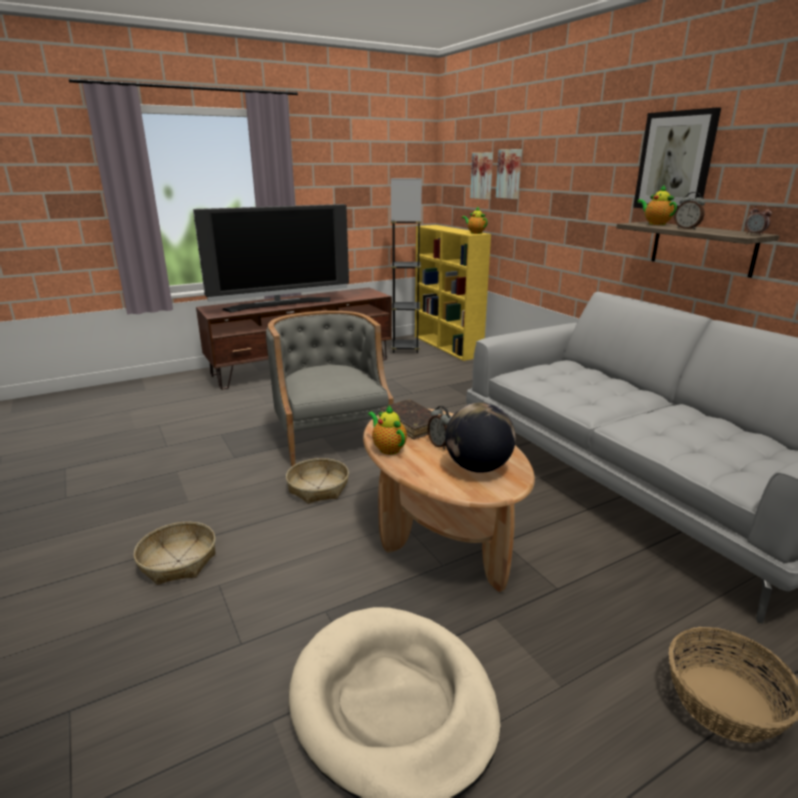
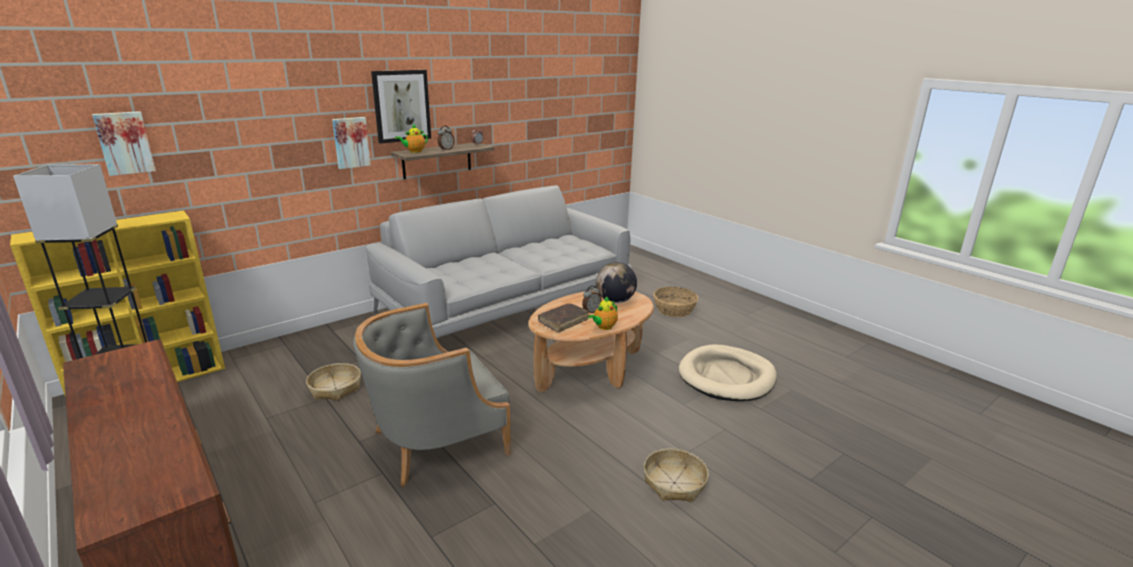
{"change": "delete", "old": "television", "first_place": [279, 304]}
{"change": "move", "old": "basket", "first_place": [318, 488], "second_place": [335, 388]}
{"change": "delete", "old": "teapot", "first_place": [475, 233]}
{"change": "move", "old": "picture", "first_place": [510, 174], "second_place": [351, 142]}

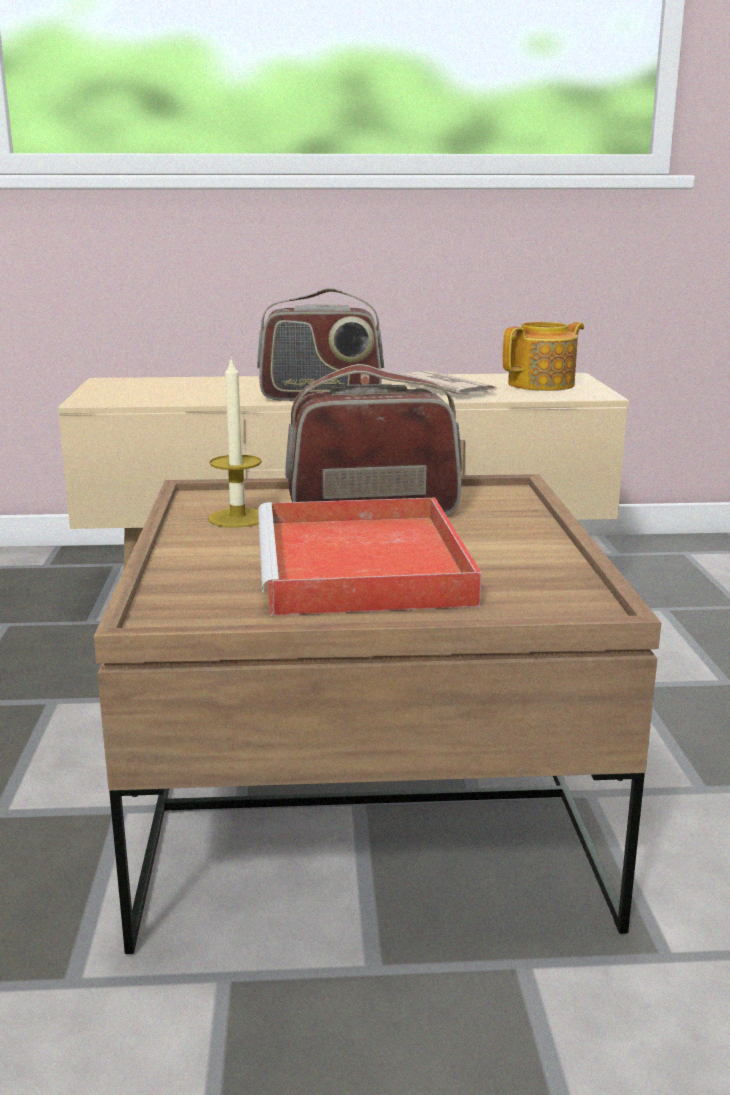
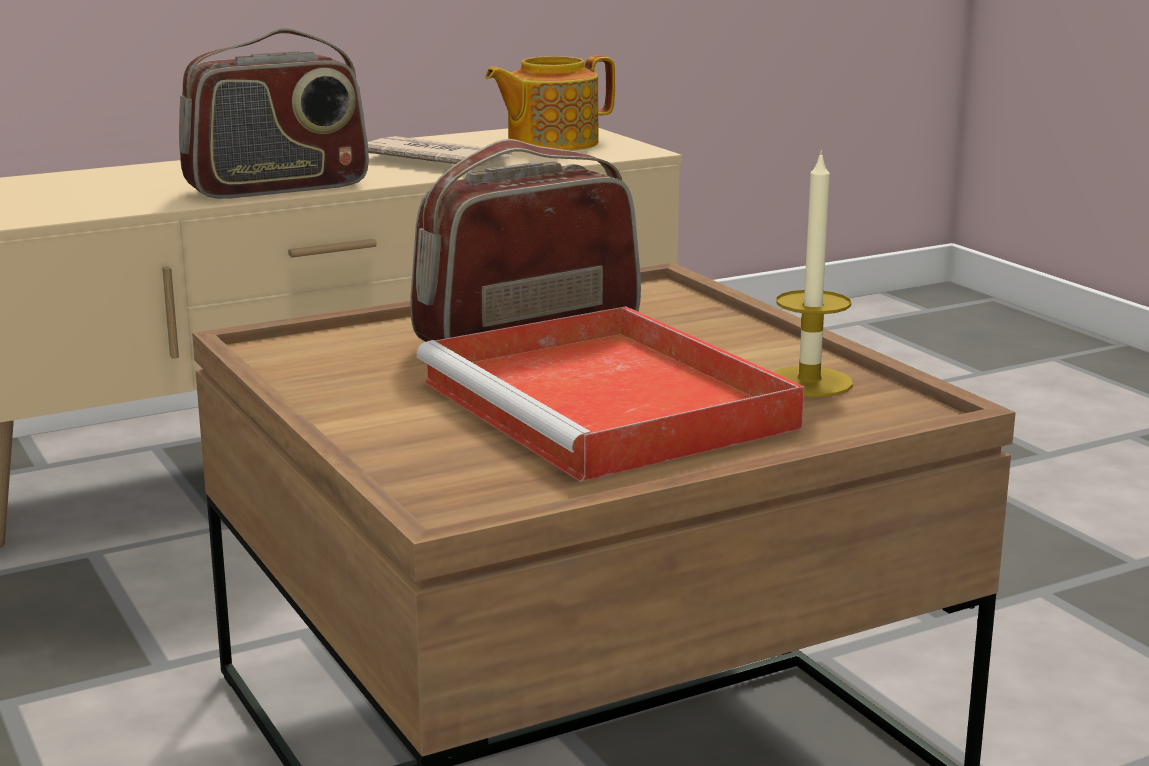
{"change": "move", "old": "candle", "first_place": [238, 518], "second_place": [809, 382]}
{"change": "rotate", "old": "teapot", "first_place": [543, 384], "second_place": [550, 143], "degrees": -150}

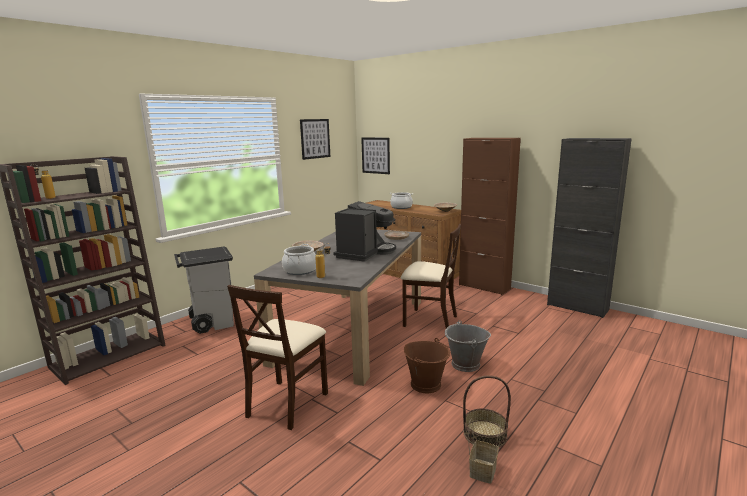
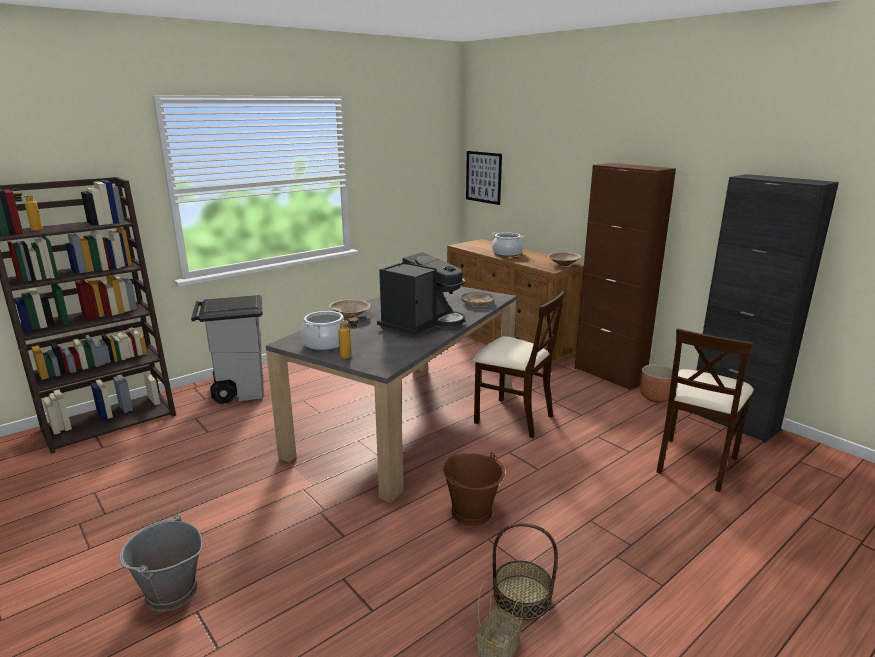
{"change": "move", "old": "beige chair", "first_place": [287, 403], "second_place": [694, 463]}
{"change": "delete", "old": "picture", "first_place": [315, 138]}
{"change": "move", "old": "grey bucket", "first_place": [465, 364], "second_place": [171, 593]}
{"change": "insert", "new": "brown planter", "second_place": [655, 397]}

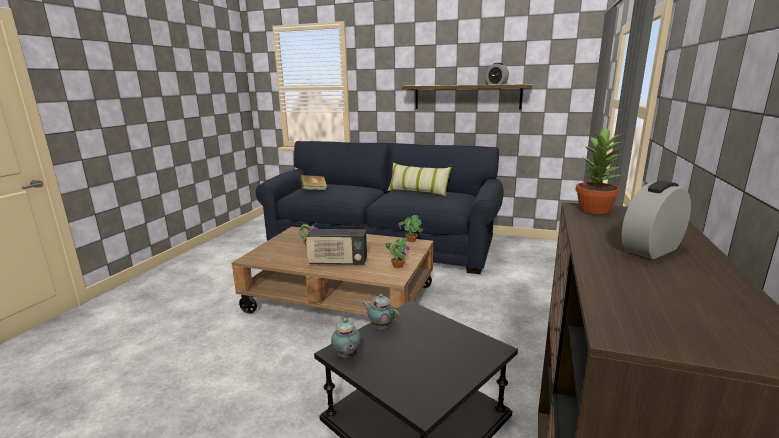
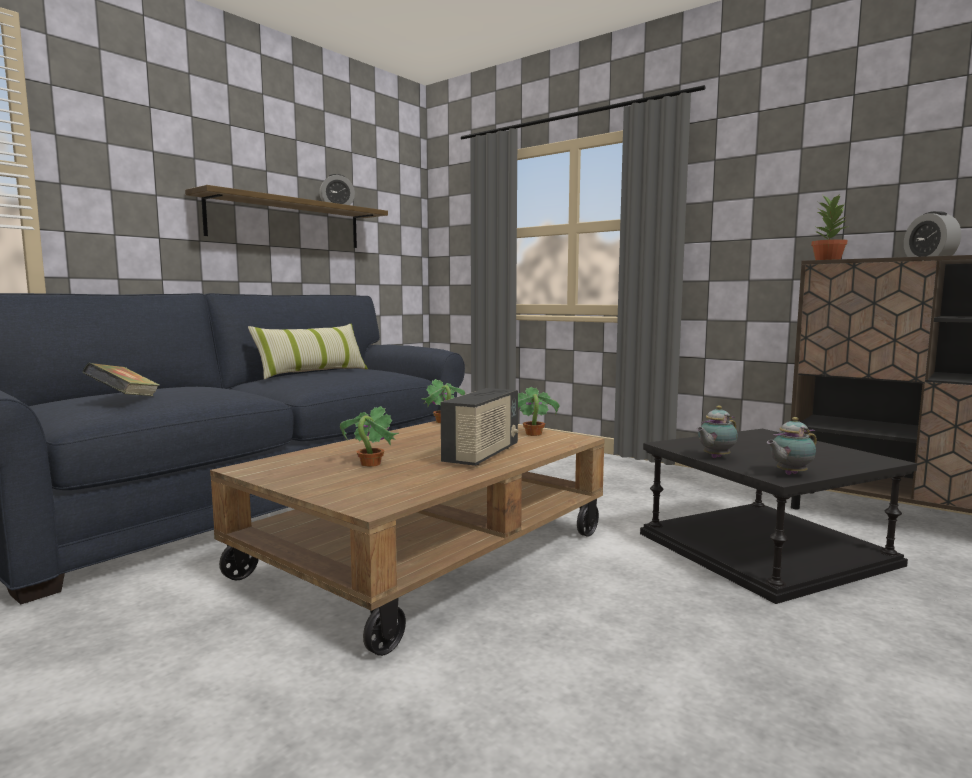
{"change": "rotate", "old": "teapot", "first_place": [347, 356], "second_place": [789, 474], "degrees": 150}

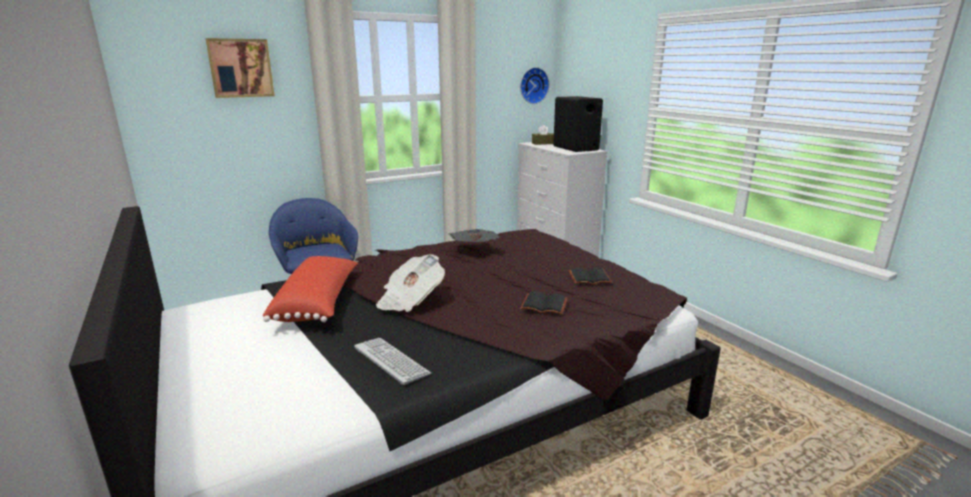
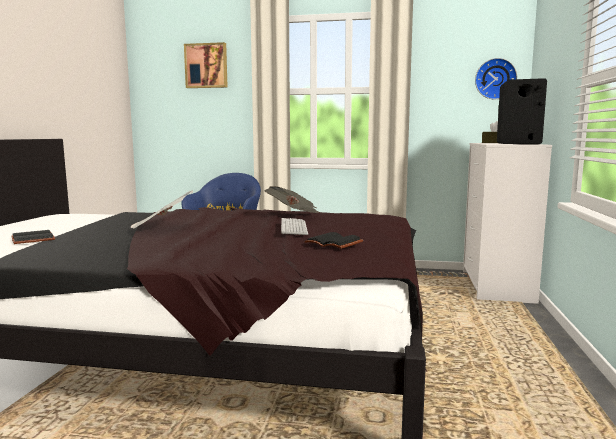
{"change": "delete", "old": "red pillow", "first_place": [319, 303]}
{"change": "move", "old": "keyboard", "first_place": [391, 361], "second_place": [294, 228]}
{"change": "move", "old": "black book", "first_place": [545, 304], "second_place": [34, 239]}

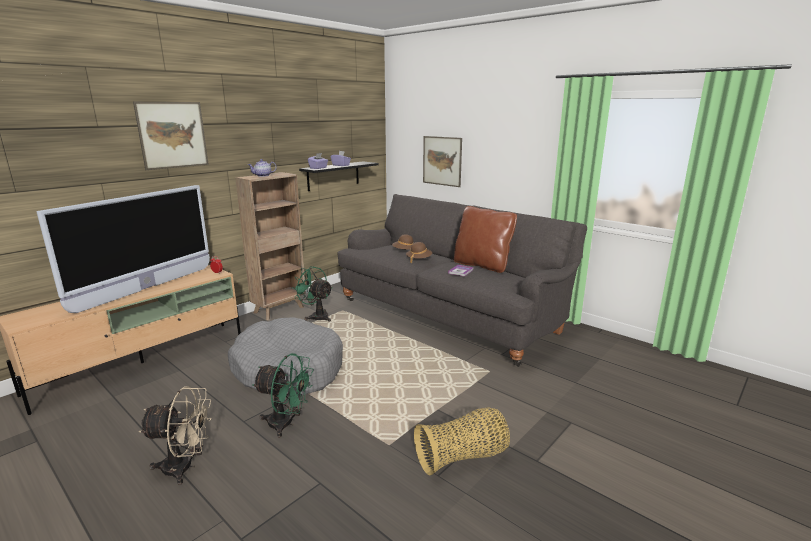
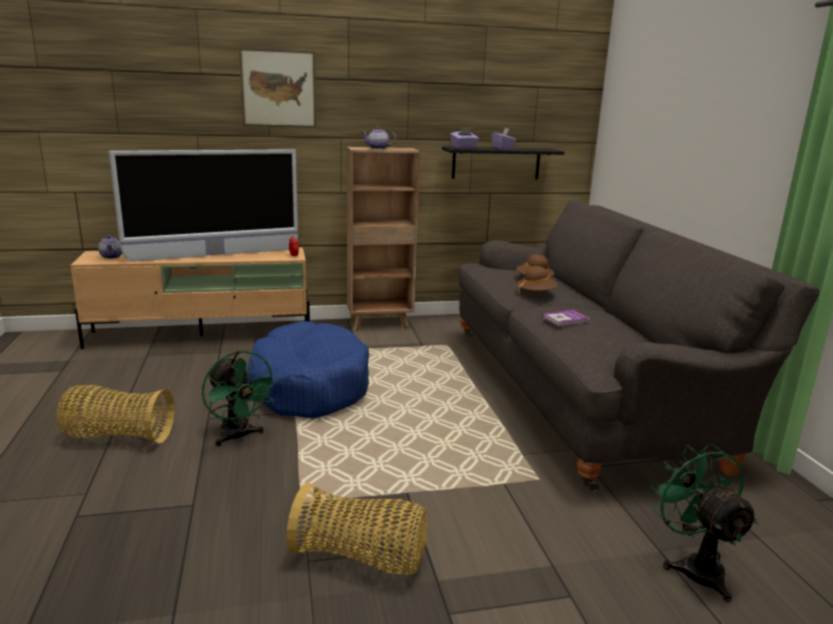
{"change": "replace", "old": "beige fan", "new": "basket", "first_place": [185, 467], "second_place": [118, 436]}
{"change": "recolor", "old": "grey dog bed", "new": "blue dog bed", "first_place": [288, 369], "second_place": [309, 386]}
{"change": "move", "old": "green fan", "first_place": [316, 316], "second_place": [694, 566]}
{"change": "delete", "old": "picture", "first_place": [442, 161]}
{"change": "delete", "old": "brown pillow", "first_place": [482, 265]}
{"change": "insert", "new": "teapot", "second_place": [112, 256]}

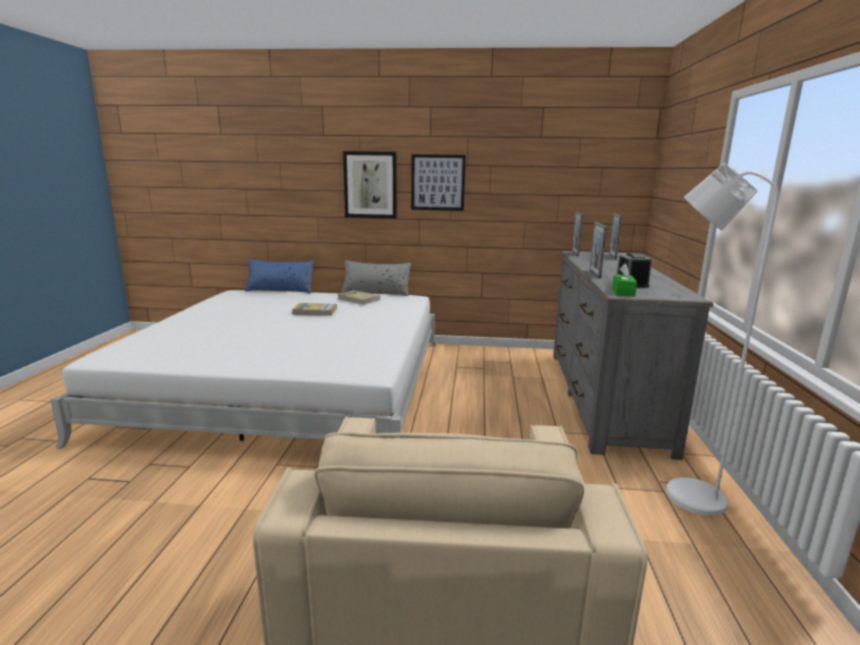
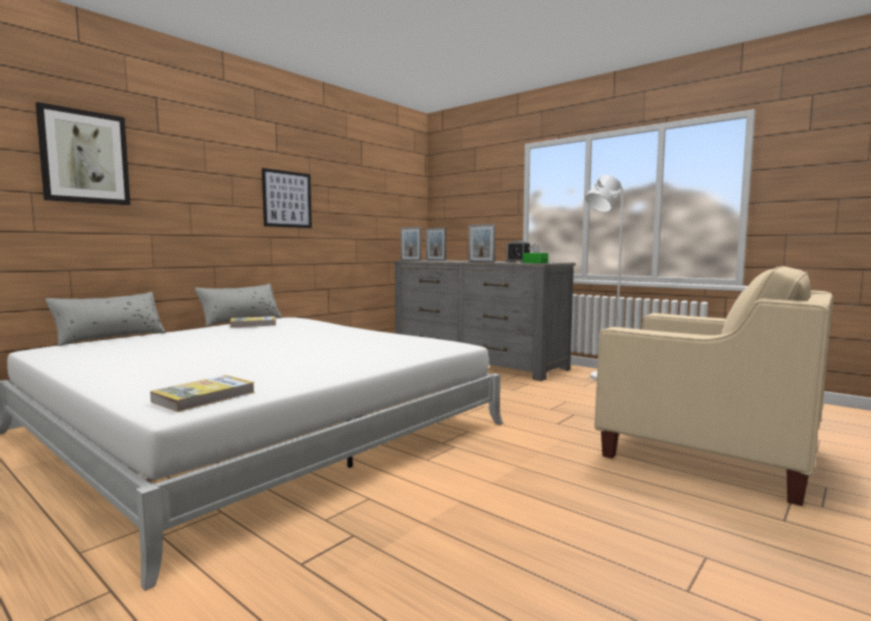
{"change": "recolor", "old": "blue pillow", "new": "grey pillow", "first_place": [280, 290], "second_place": [110, 337]}
{"change": "move", "old": "book", "first_place": [315, 311], "second_place": [204, 397]}
{"change": "move", "old": "picture", "first_place": [370, 185], "second_place": [85, 157]}

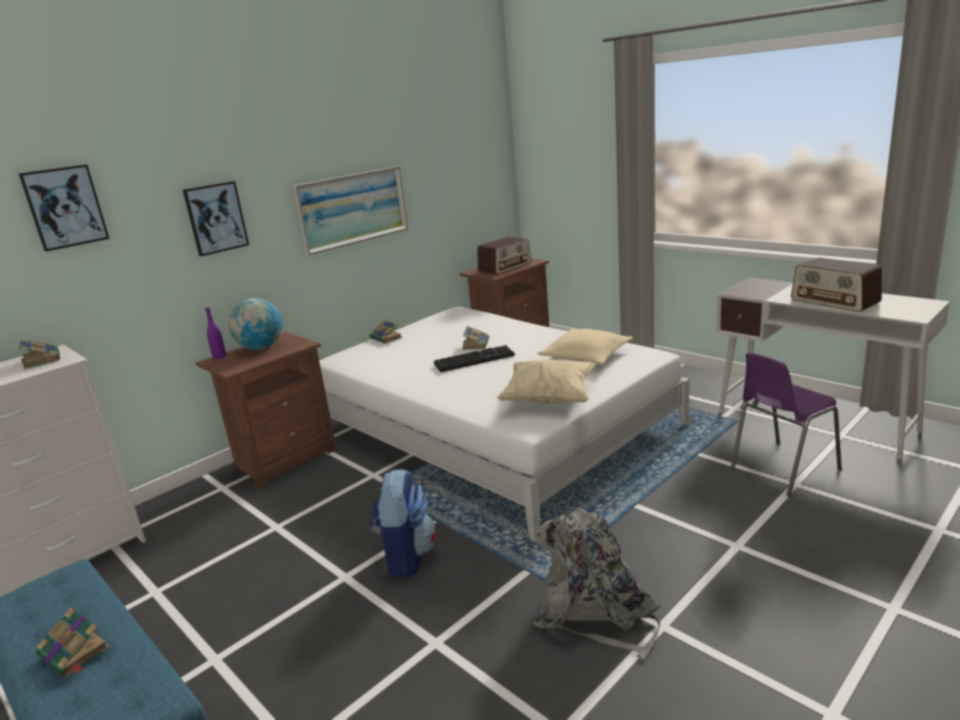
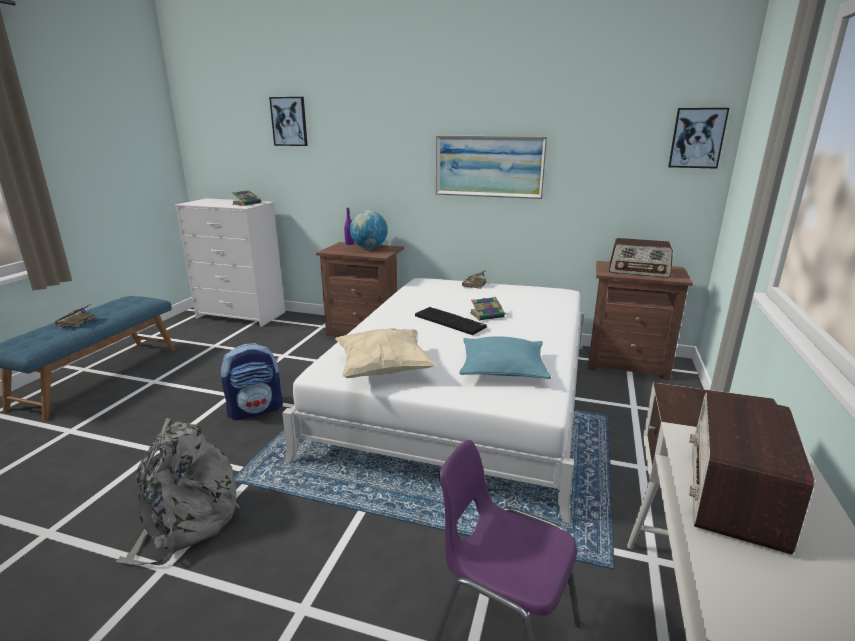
{"change": "move", "old": "picture", "first_place": [216, 218], "second_place": [697, 138]}
{"change": "recolor", "old": "beige pillow", "new": "turquoise pillow", "first_place": [586, 356], "second_place": [503, 368]}

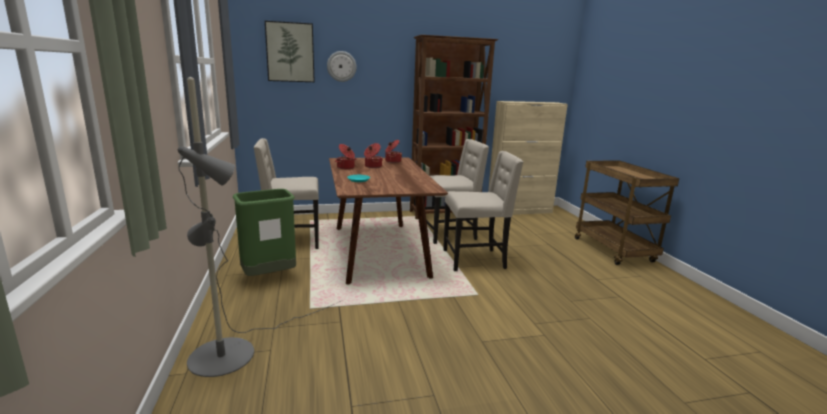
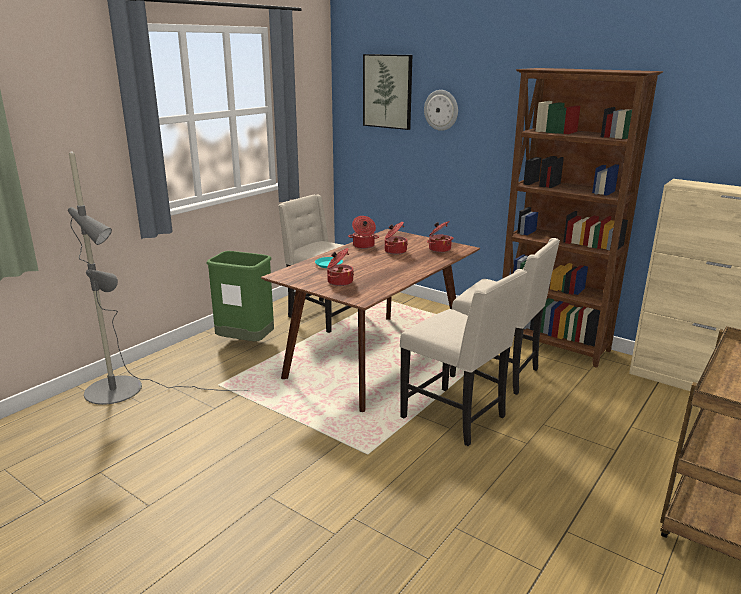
{"change": "insert", "new": "cooking pot", "second_place": [339, 282]}

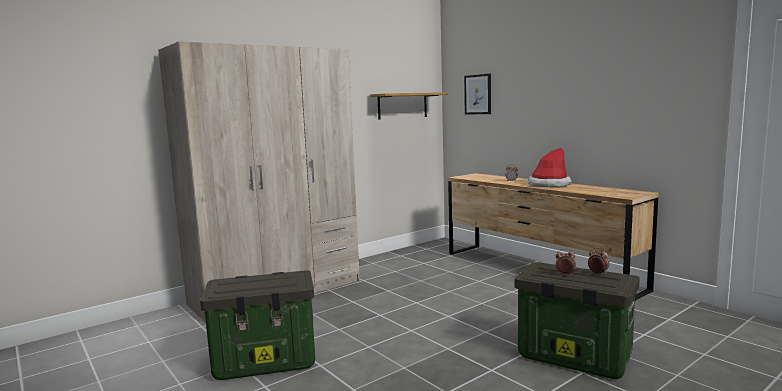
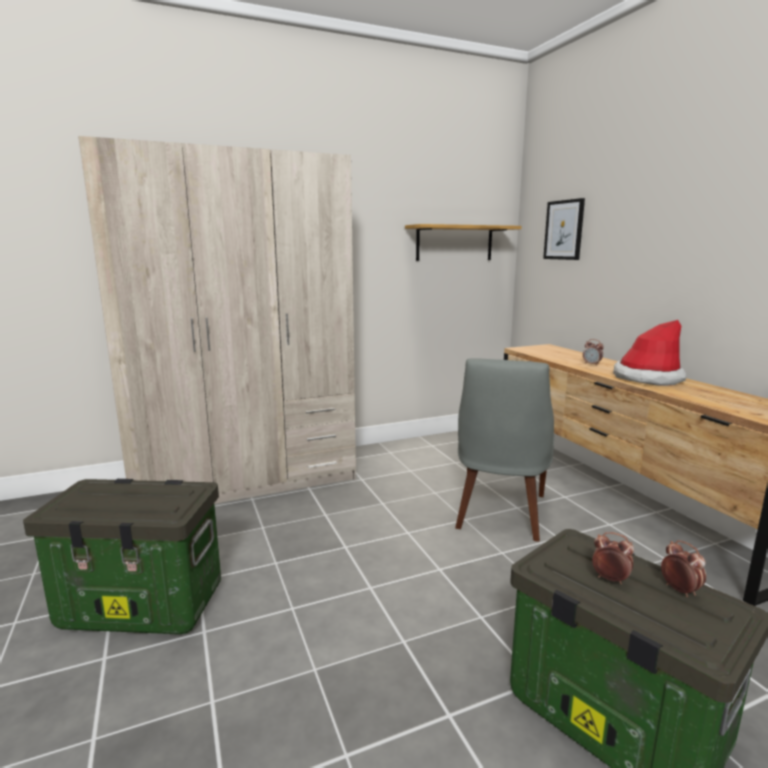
{"change": "insert", "new": "grey chair", "second_place": [499, 513]}

